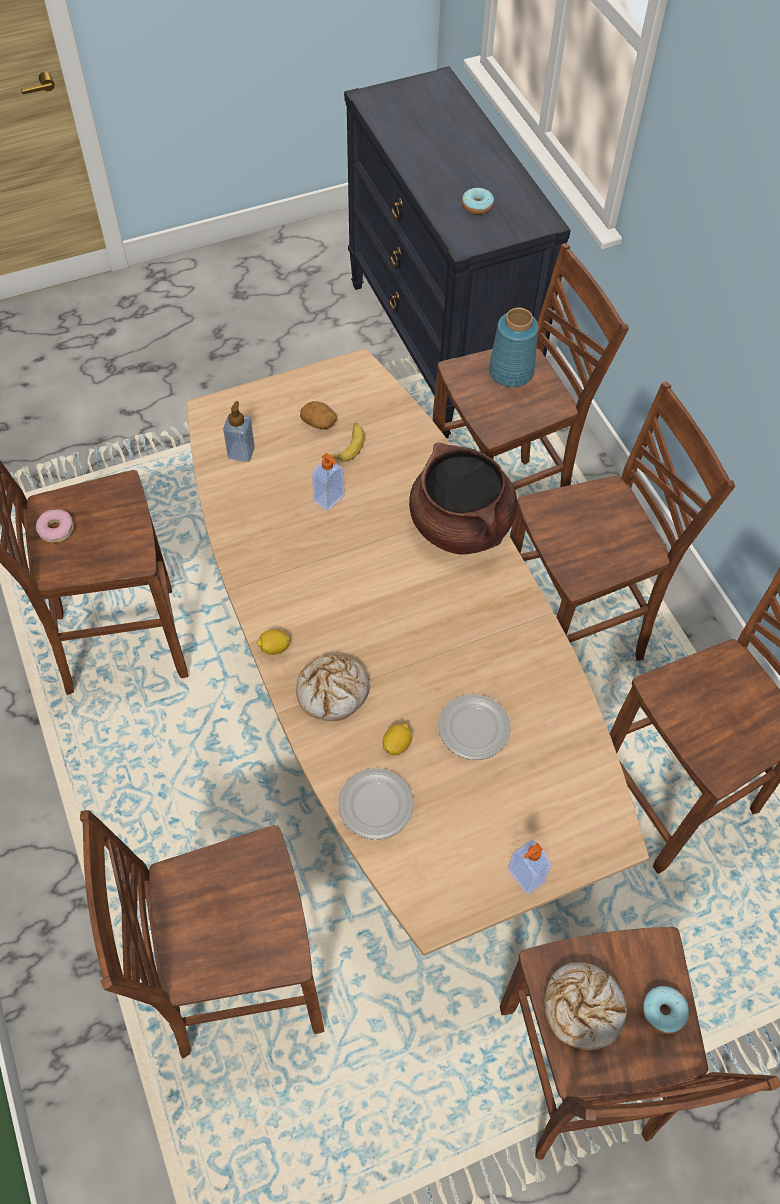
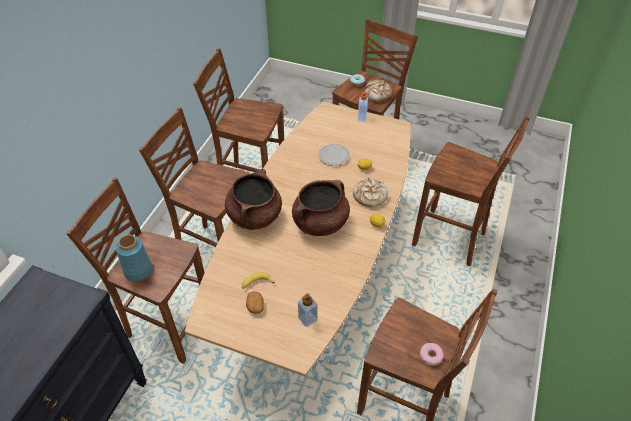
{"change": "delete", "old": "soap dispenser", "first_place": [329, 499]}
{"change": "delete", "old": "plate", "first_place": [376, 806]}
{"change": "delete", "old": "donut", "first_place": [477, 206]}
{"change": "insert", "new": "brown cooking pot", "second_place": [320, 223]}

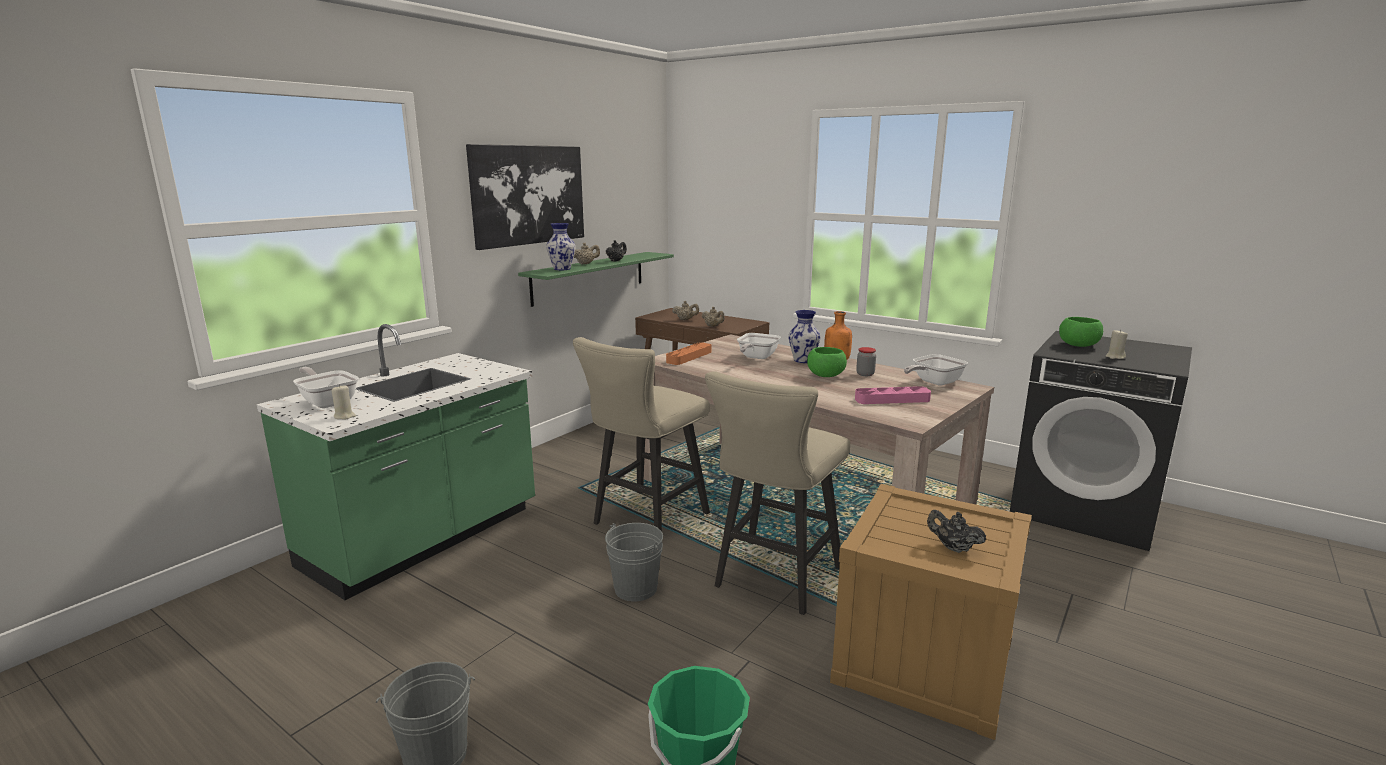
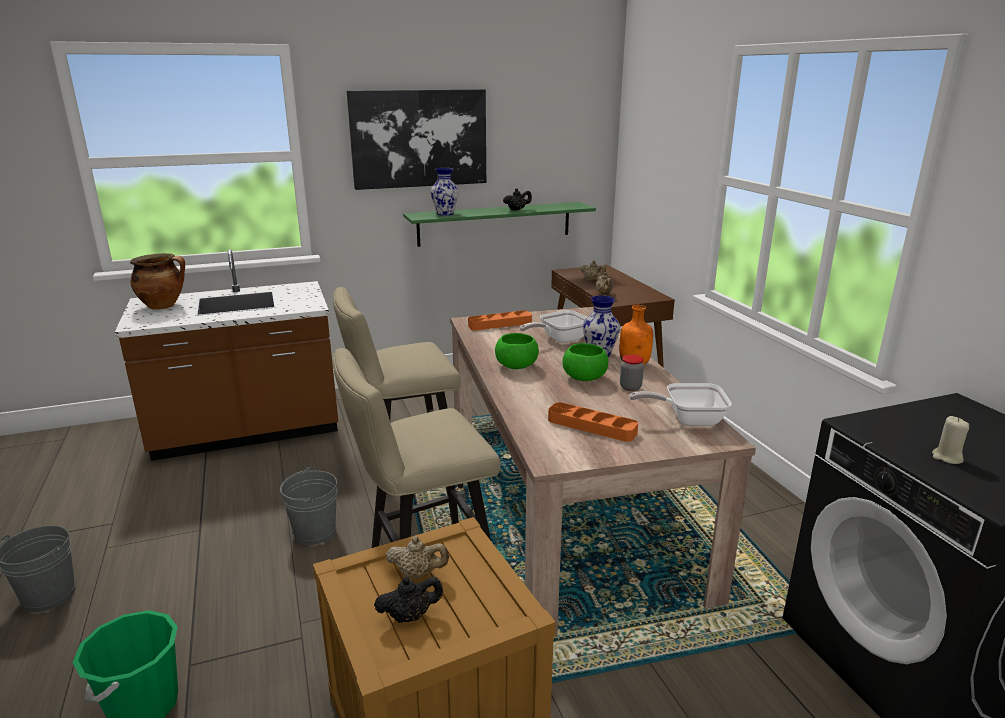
{"change": "recolor", "old": "green counter", "new": "brown counter", "first_place": [424, 538], "second_place": [247, 431]}
{"change": "replace", "old": "frying pan", "new": "cooking pot", "first_place": [328, 401], "second_place": [163, 306]}
{"change": "delete", "old": "beige candle", "first_place": [344, 416]}
{"change": "move", "old": "beige teapot", "first_place": [586, 264], "second_place": [418, 574]}
{"change": "recolor", "old": "pink tray", "new": "orange tray", "first_place": [892, 399], "second_place": [591, 426]}
{"change": "rotate", "old": "black teapot", "first_place": [953, 548], "second_place": [410, 616], "degrees": 90}
{"change": "move", "old": "green bowl", "first_place": [1078, 345], "second_place": [516, 366]}

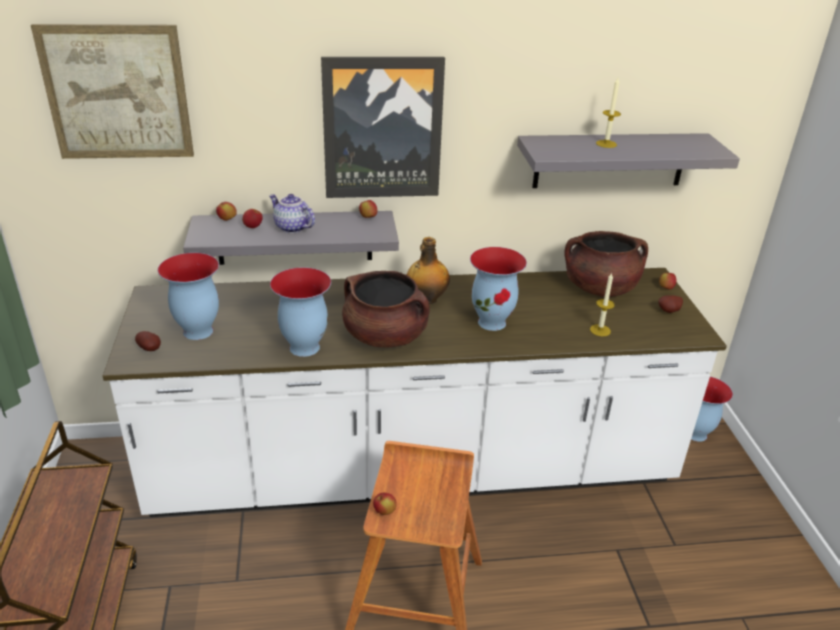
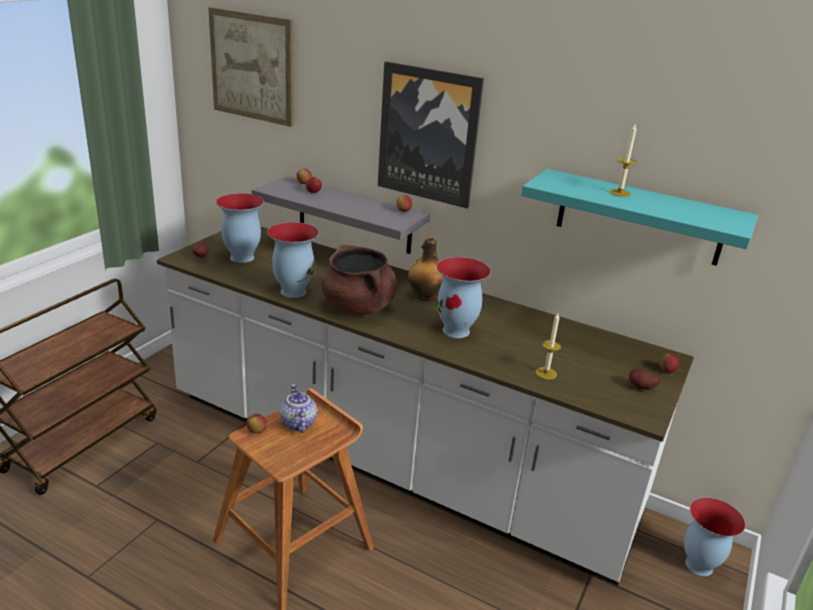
{"change": "move", "old": "teapot", "first_place": [291, 227], "second_place": [297, 423]}
{"change": "recolor", "old": "grey shelf", "new": "turquoise shelf", "first_place": [610, 160], "second_place": [639, 217]}
{"change": "delete", "old": "brown cooking pot", "first_place": [599, 288]}

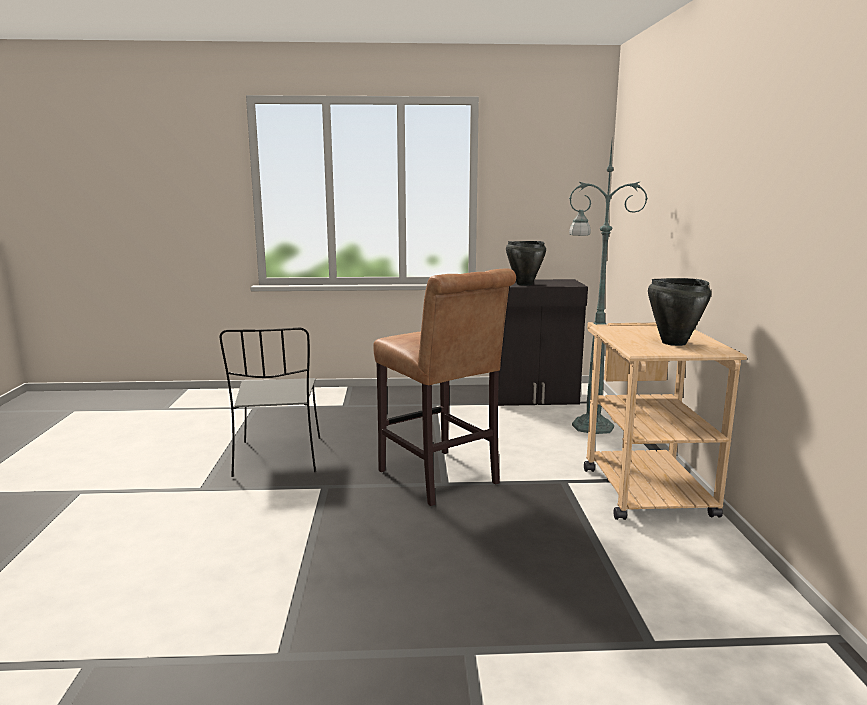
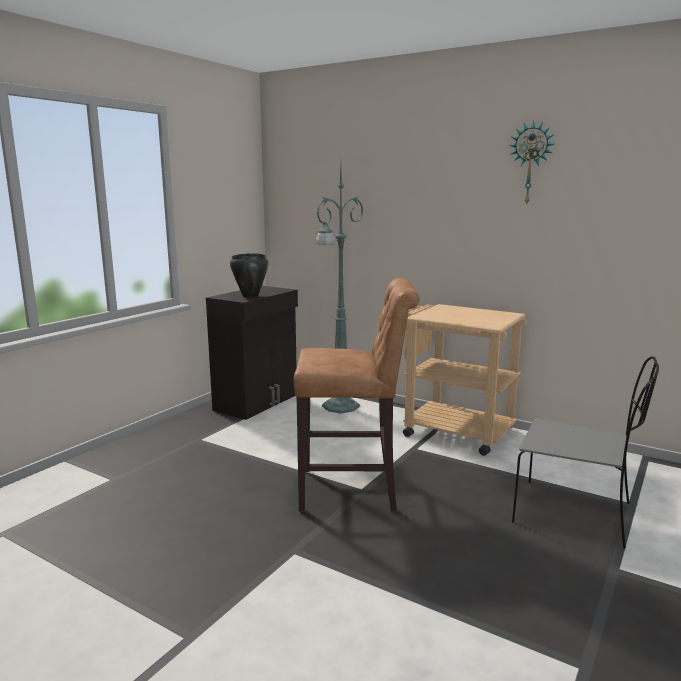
{"change": "move", "old": "grey chair", "first_place": [278, 458], "second_place": [575, 513]}
{"change": "delete", "old": "black cooking pot", "first_place": [673, 343]}
{"change": "insert", "new": "wall clock", "second_place": [530, 163]}

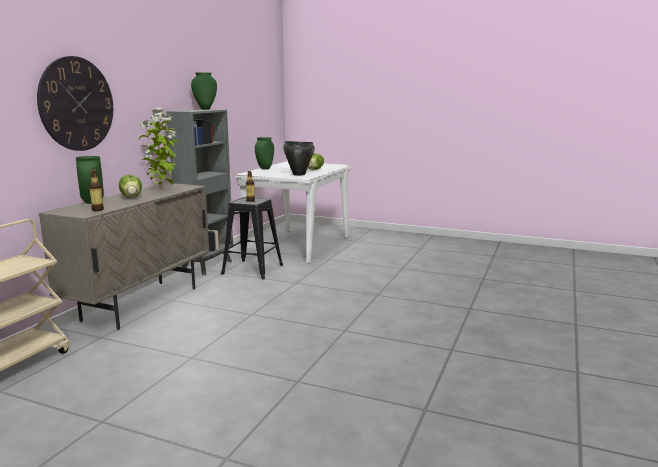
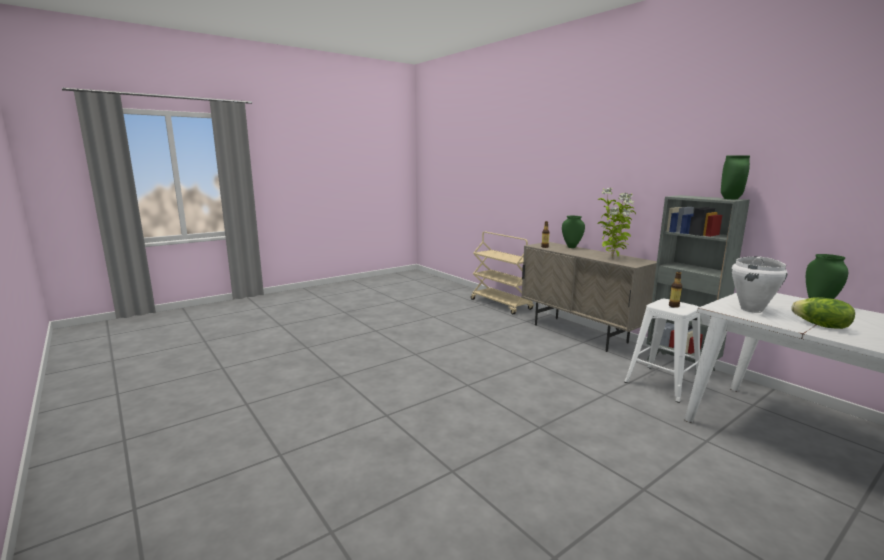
{"change": "delete", "old": "wall clock", "first_place": [76, 104]}
{"change": "delete", "old": "lettuce", "first_place": [132, 197]}
{"change": "recolor", "old": "black stool", "new": "white stool", "first_place": [251, 269], "second_place": [662, 382]}
{"change": "recolor", "old": "black cooking pot", "new": "white cooking pot", "first_place": [298, 174], "second_place": [752, 309]}

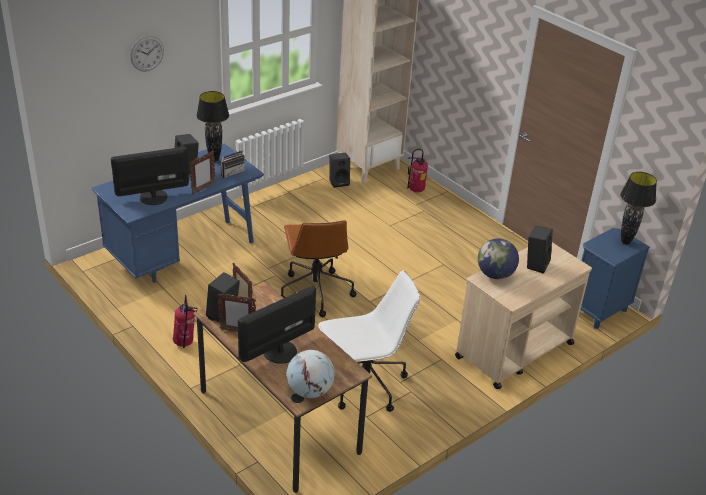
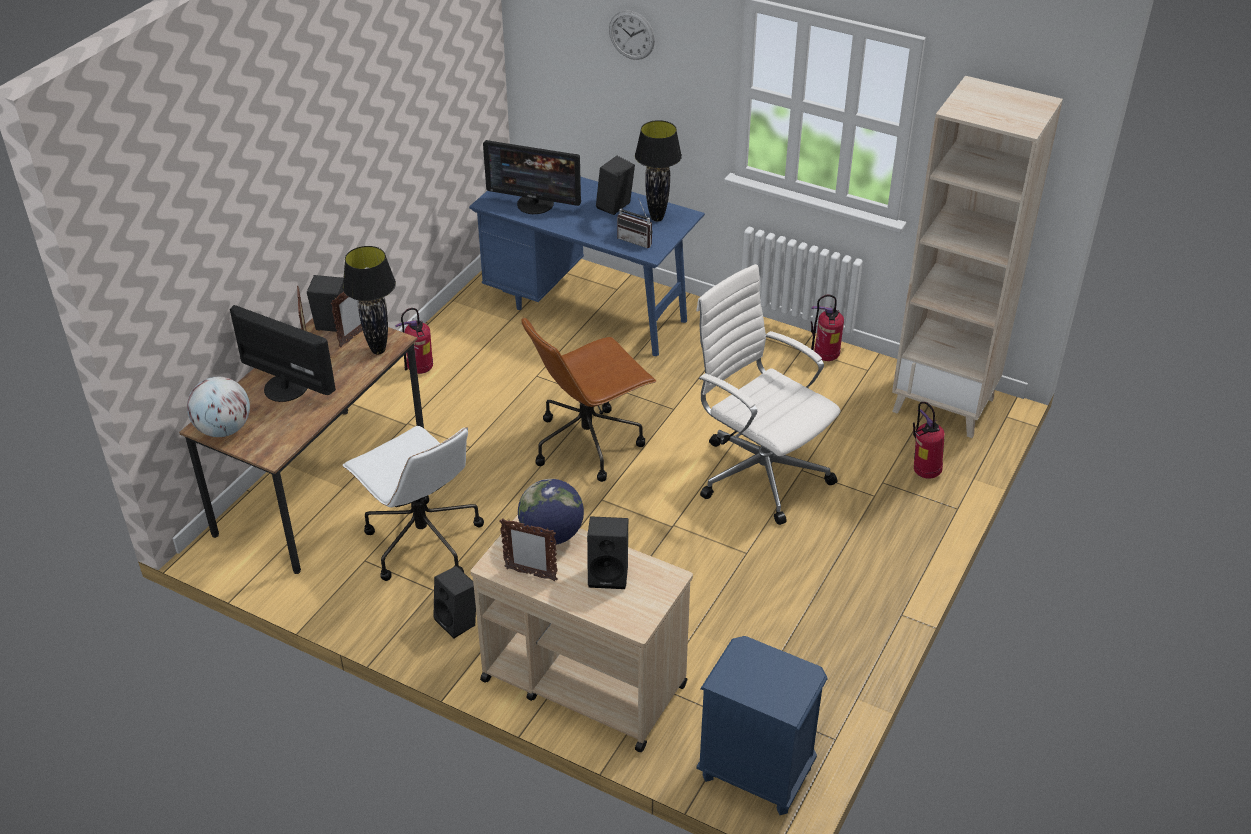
{"change": "rotate", "old": "monitor", "first_place": [153, 196], "second_place": [535, 204], "degrees": 150}
{"change": "move", "old": "picture frame", "first_place": [203, 189], "second_place": [530, 574]}
{"change": "move", "old": "black speaker", "first_place": [339, 182], "second_place": [458, 621]}
{"change": "move", "old": "black table lamp", "first_place": [625, 242], "second_place": [378, 350]}
{"change": "insert", "new": "white office chair", "second_place": [760, 472]}
{"change": "insert", "new": "fire extinguisher", "second_place": [825, 358]}

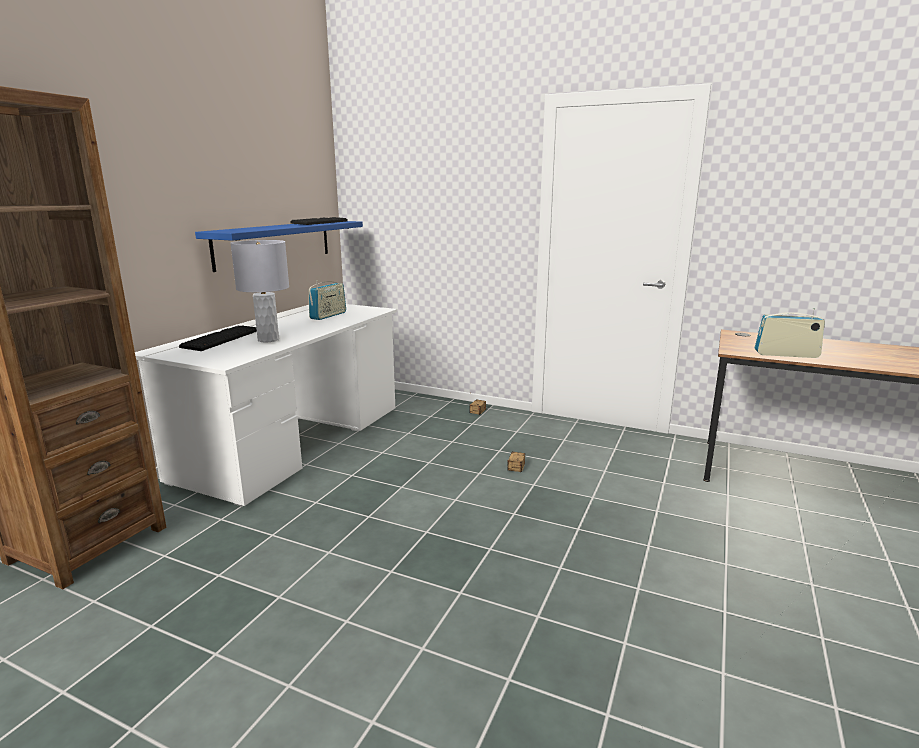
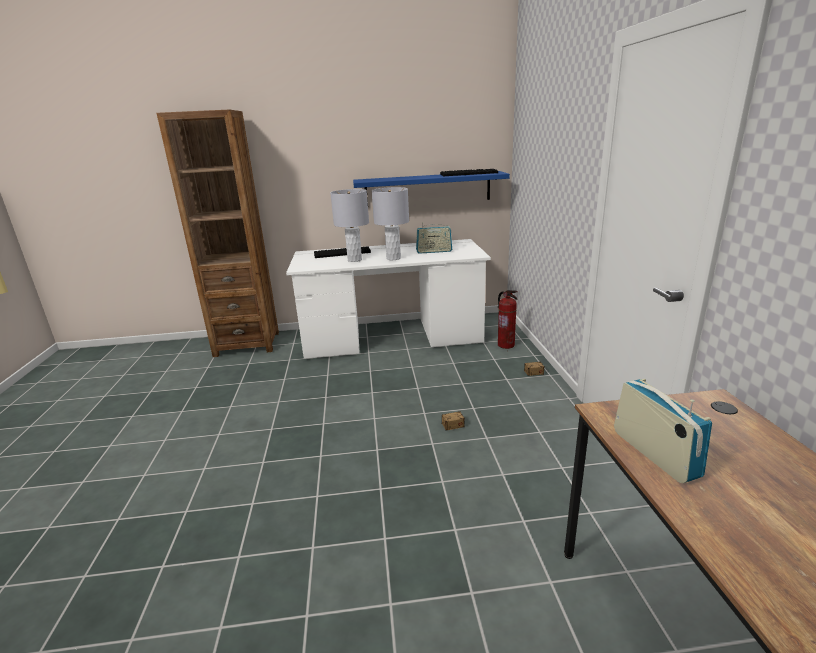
{"change": "insert", "new": "grey table lamp", "second_place": [393, 258]}
{"change": "insert", "new": "fire extinguisher", "second_place": [506, 345]}

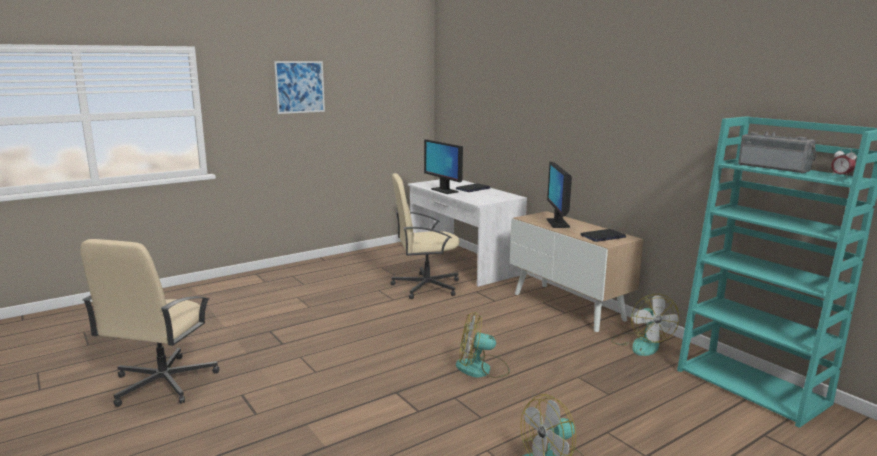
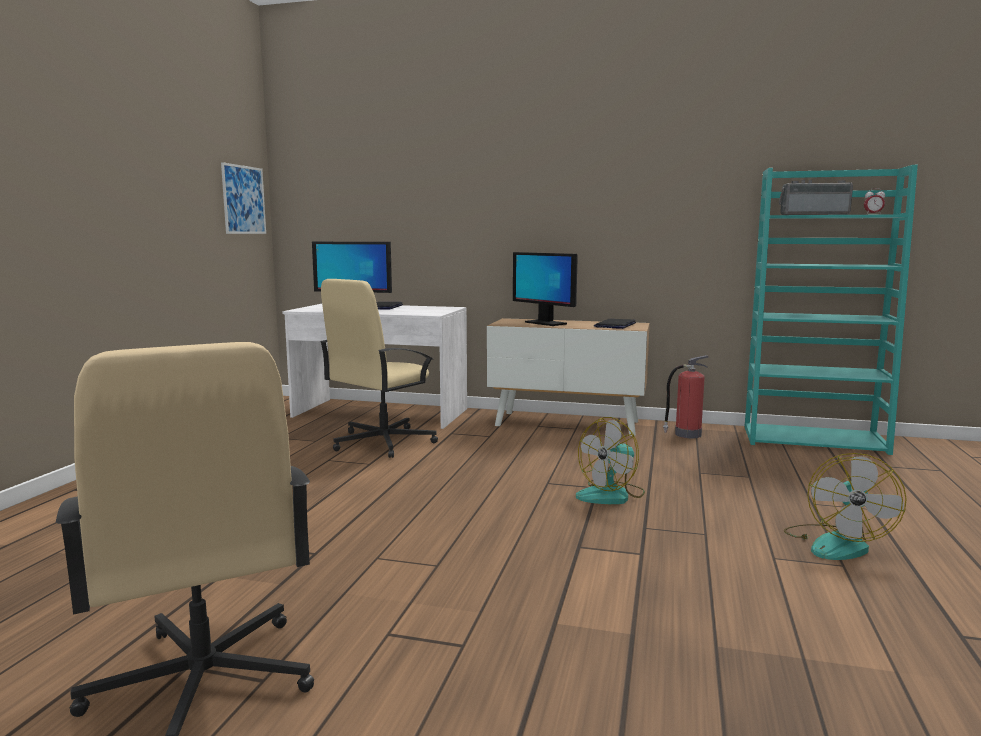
{"change": "move", "old": "picture", "first_place": [300, 87], "second_place": [244, 200]}
{"change": "replace", "old": "fan", "new": "fire extinguisher", "first_place": [641, 344], "second_place": [686, 434]}

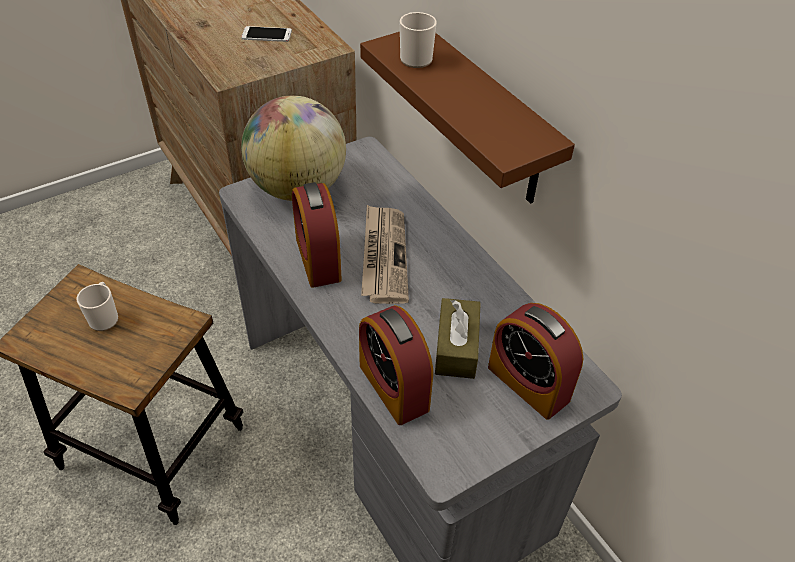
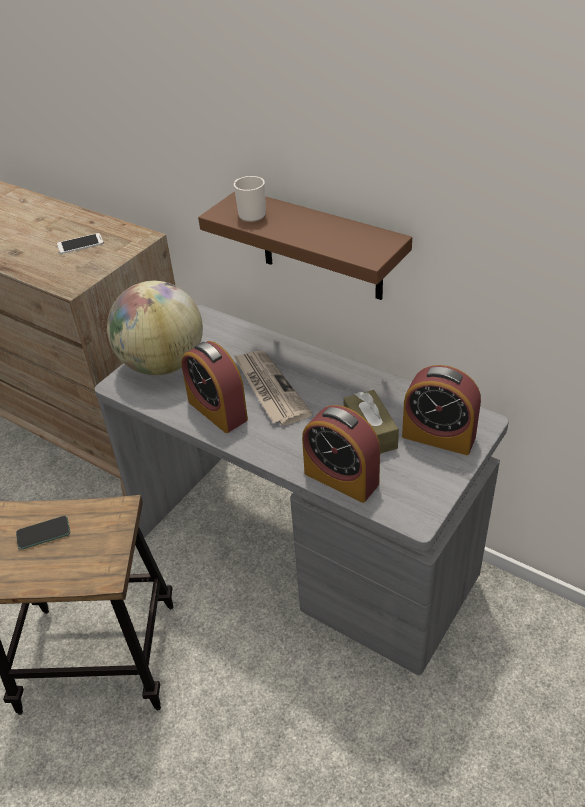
{"change": "replace", "old": "mug", "new": "phone", "first_place": [105, 317], "second_place": [43, 533]}

